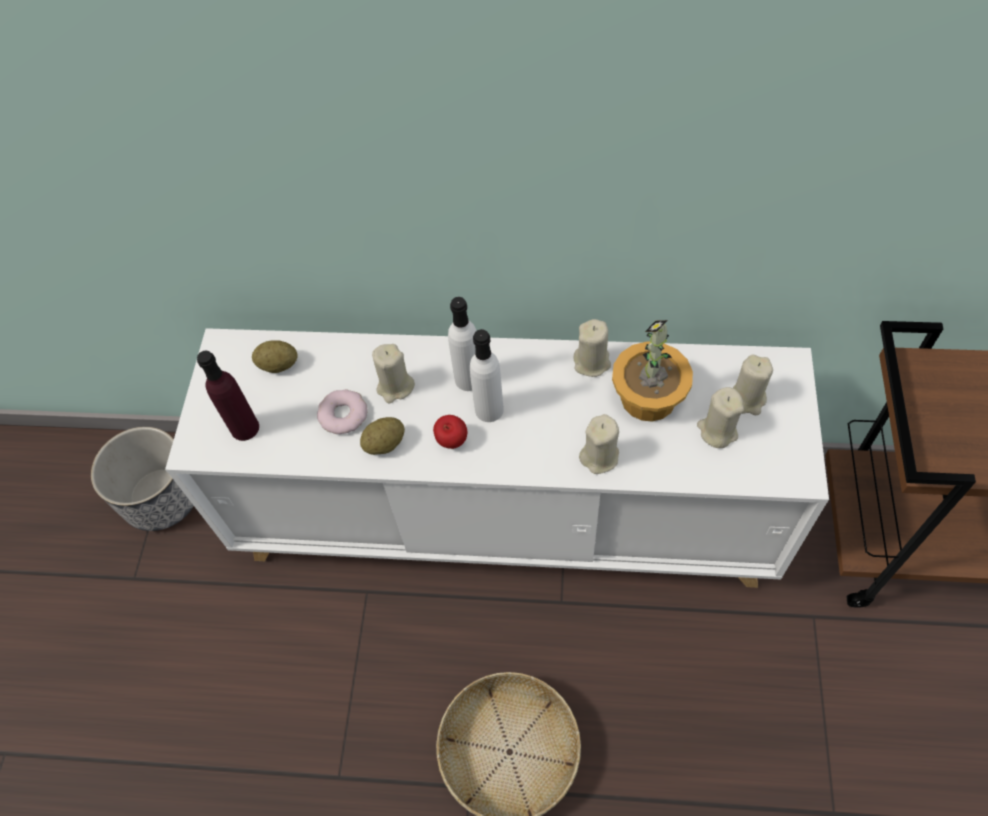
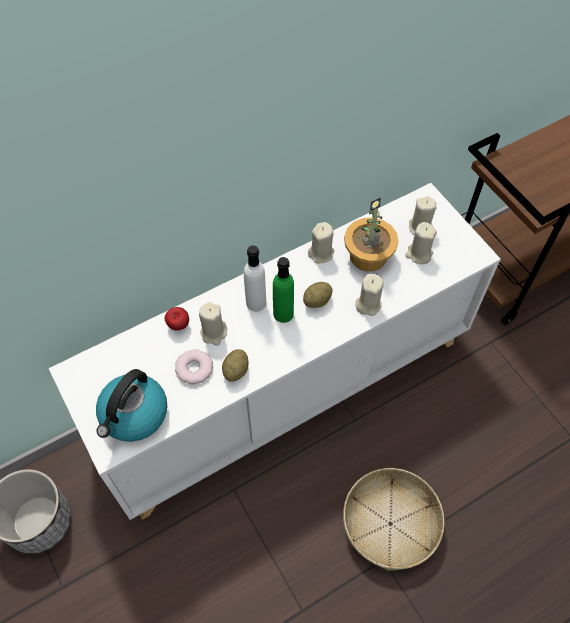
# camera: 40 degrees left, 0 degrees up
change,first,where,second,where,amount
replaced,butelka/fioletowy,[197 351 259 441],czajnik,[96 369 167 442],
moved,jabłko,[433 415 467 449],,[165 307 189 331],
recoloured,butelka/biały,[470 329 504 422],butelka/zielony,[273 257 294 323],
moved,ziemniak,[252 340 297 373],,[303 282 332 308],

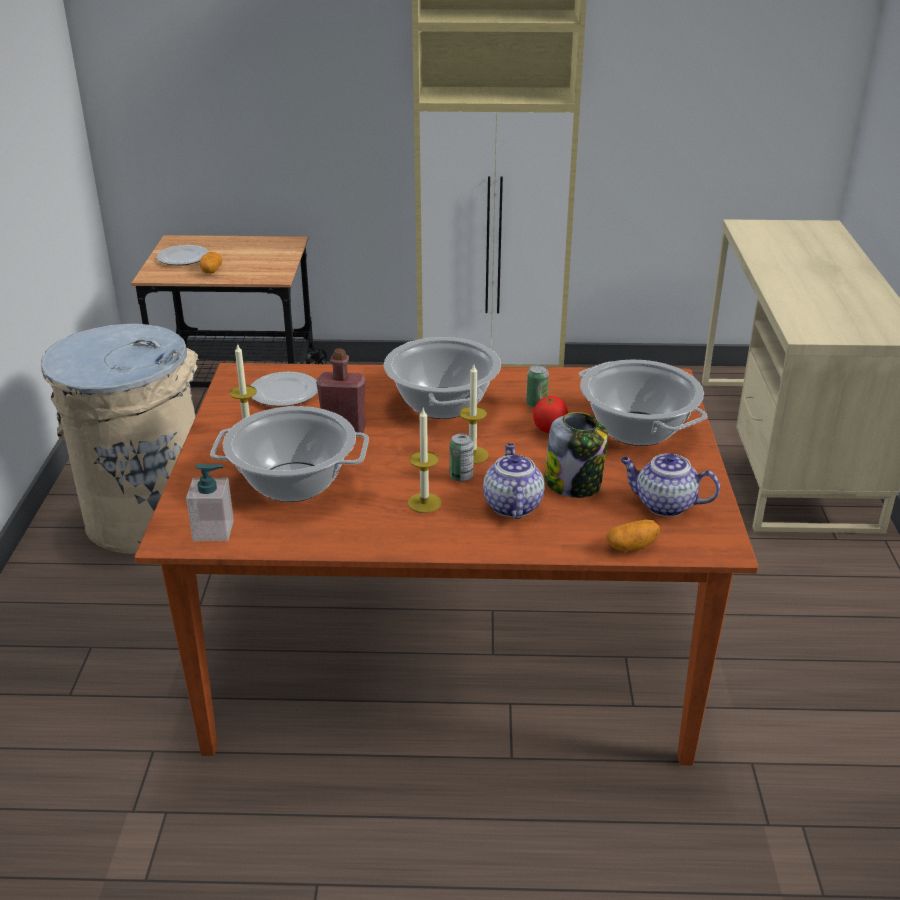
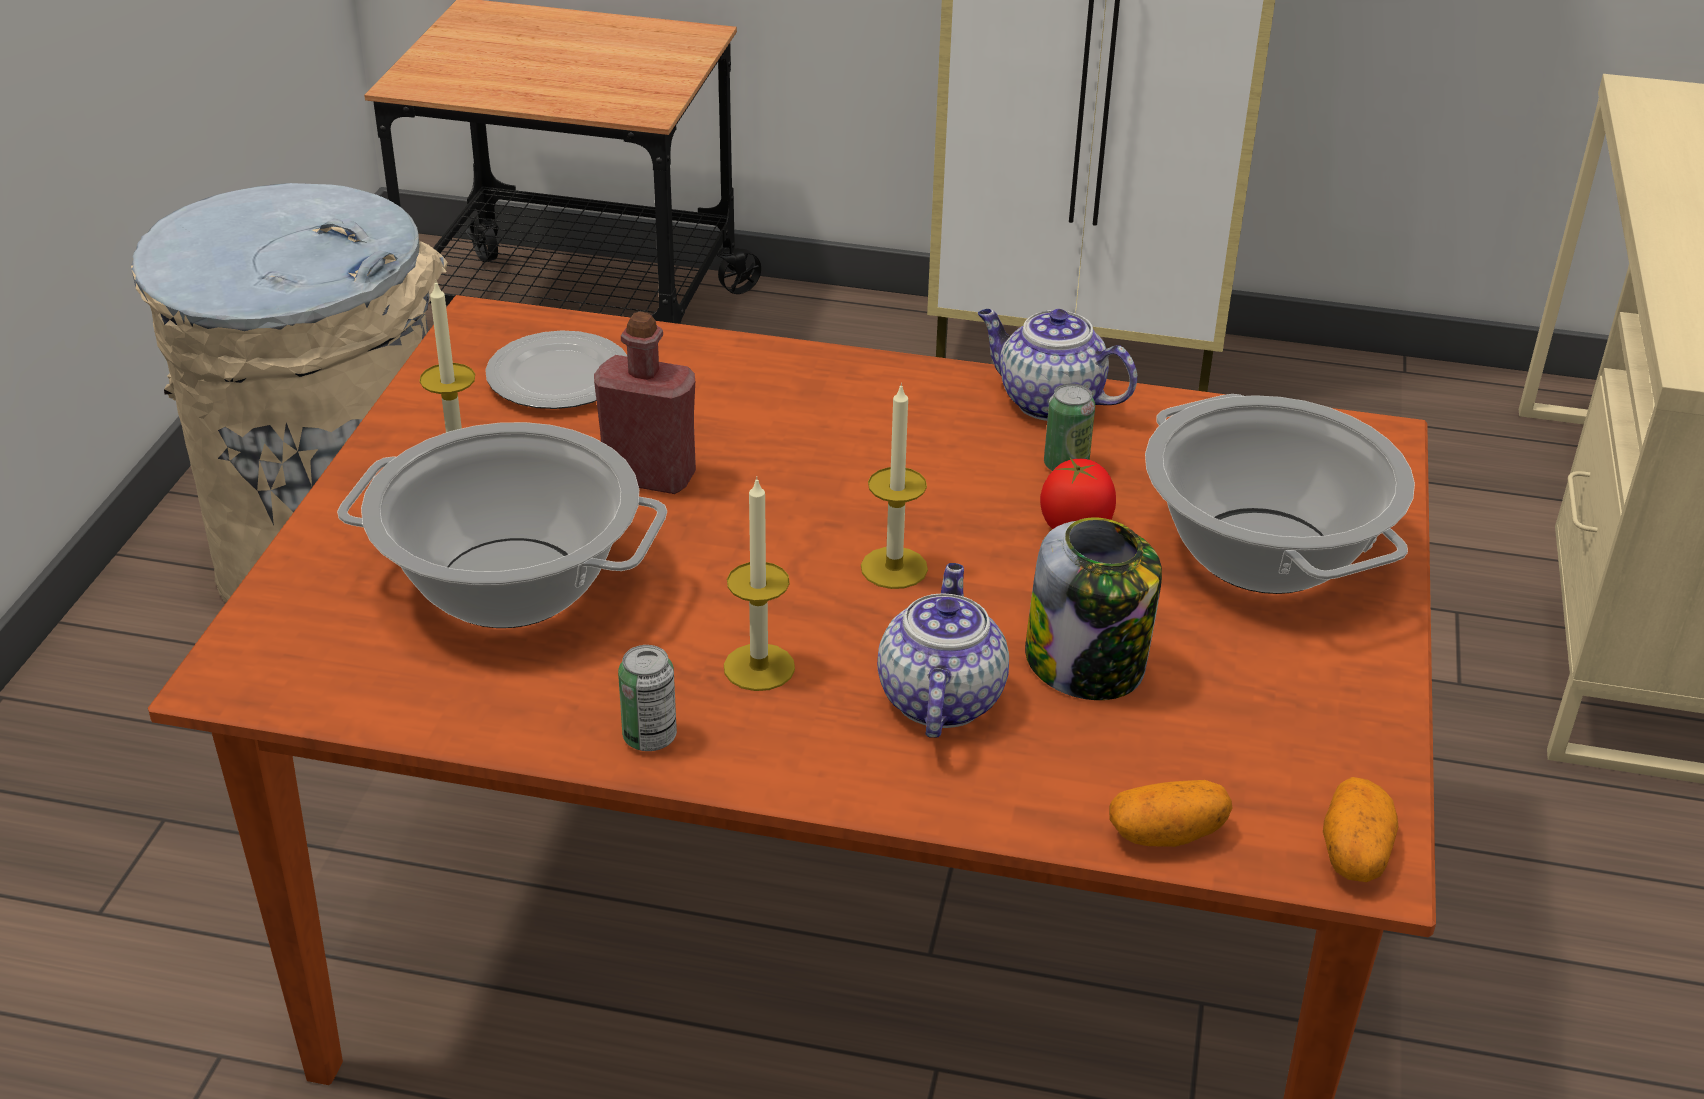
# camera: 10 degrees right, 5 degrees up
change,first,where,second,where,amount
moved,puszka,[449 434 474 482],,[618 645 677 751],
moved,imbryk,[620 453 720 517],,[978 309 1137 421],
moved,ziemniak,[200 252 222 274],,[1323 777 1398 882],
removed,talerz,[156 245 209 266],,,
removed,dozownik mydła,[186 464 234 541],,,
removed,garnek,[384 337 501 419],,,

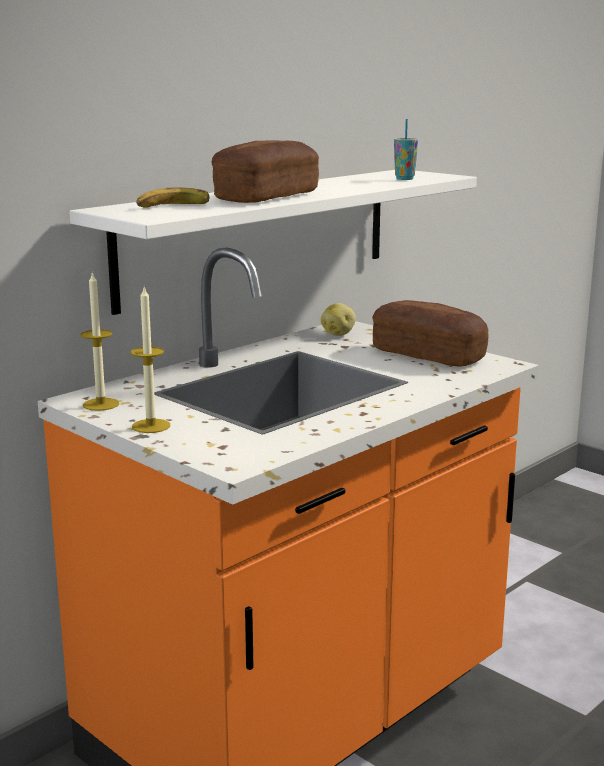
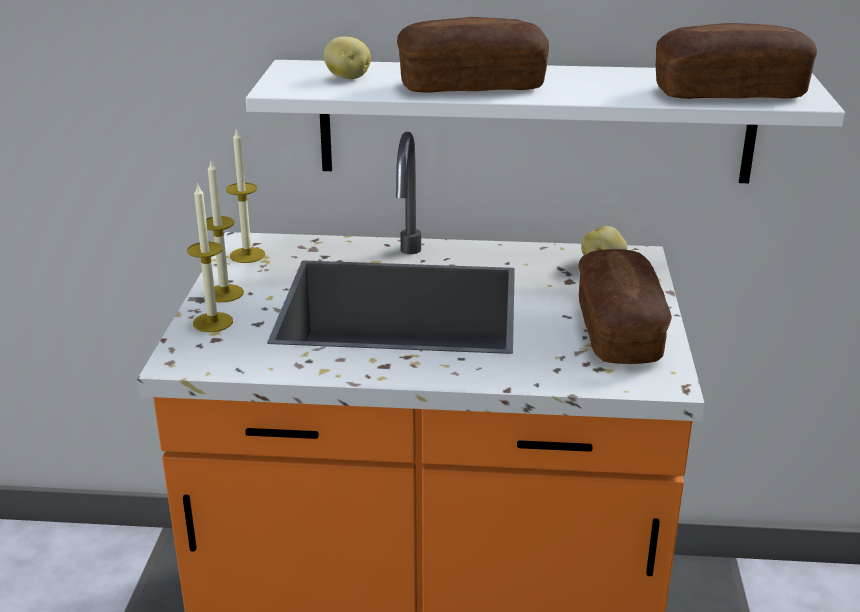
# camera: 50 degrees right, 10 degrees up
change,first,where,second,where,amount
added,,,świeca,[187 183 233 332],
replaced,banan,[136 187 210 208],ziemniak,[324 37 371 79],
replaced,filiżanka,[394 119 418 180],chleb,[656 23 817 99],

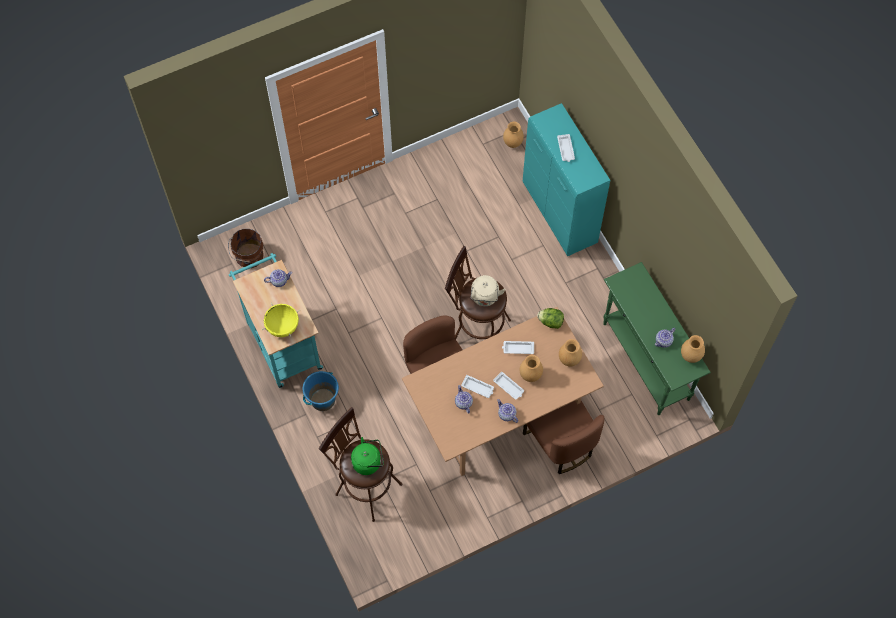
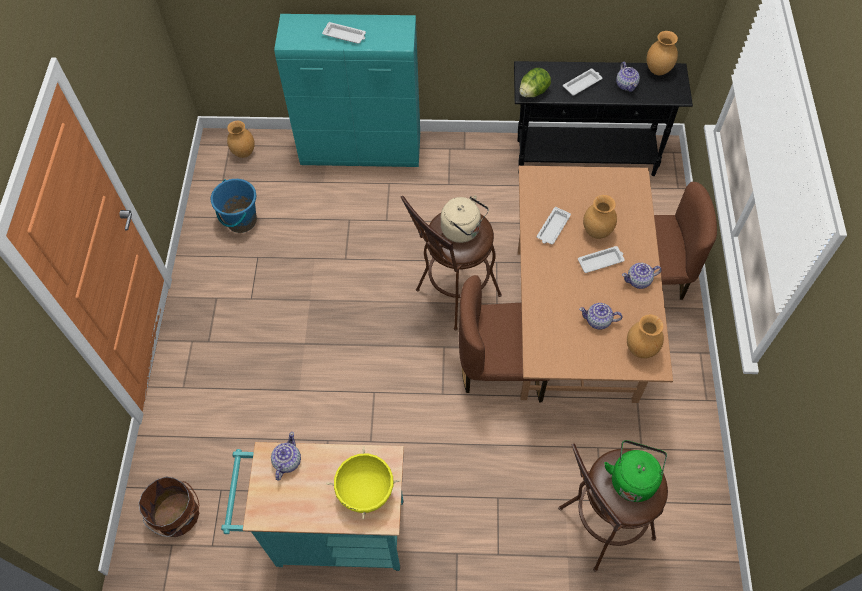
# camera: 60 degrees left, 5 degrees down
change,first,where,second,where,amount
moved,wiadro/niebieski,[303 371 339 411],,[211 179 257 233],
recoloured,stolik konsolowy/zielony,[603 262 711 415],stolik konsolowy/czarny,[514 61 693 176],
moved,sałata,[537 308 564 329],,[519 68 551 97],
moved,taca/biały,[461 375 494 398],,[563 69 602 95],
moved,wazon/brązowy,[559 339 582 366],,[627 315 664 358],

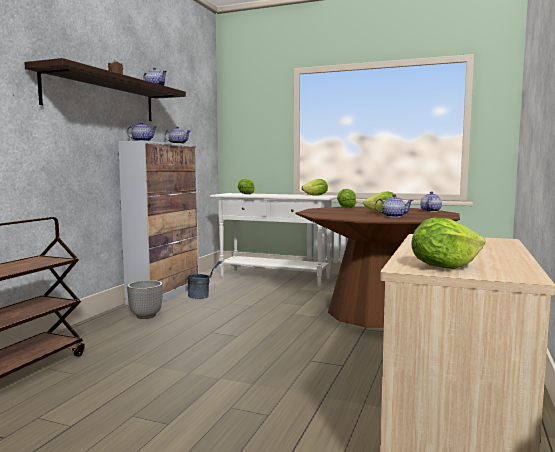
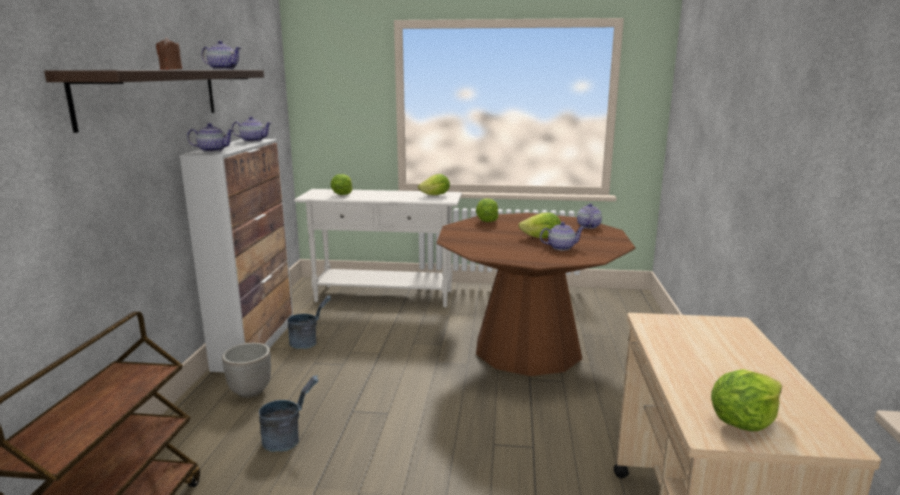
# camera: 15 degrees left, 10 degrees up
change,first,where,second,where,amount
added,,,wiadro/szary,[259 375 319 452],

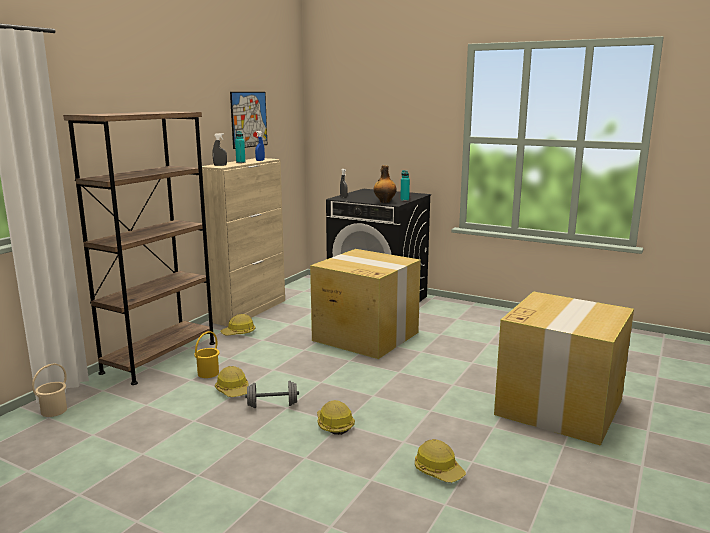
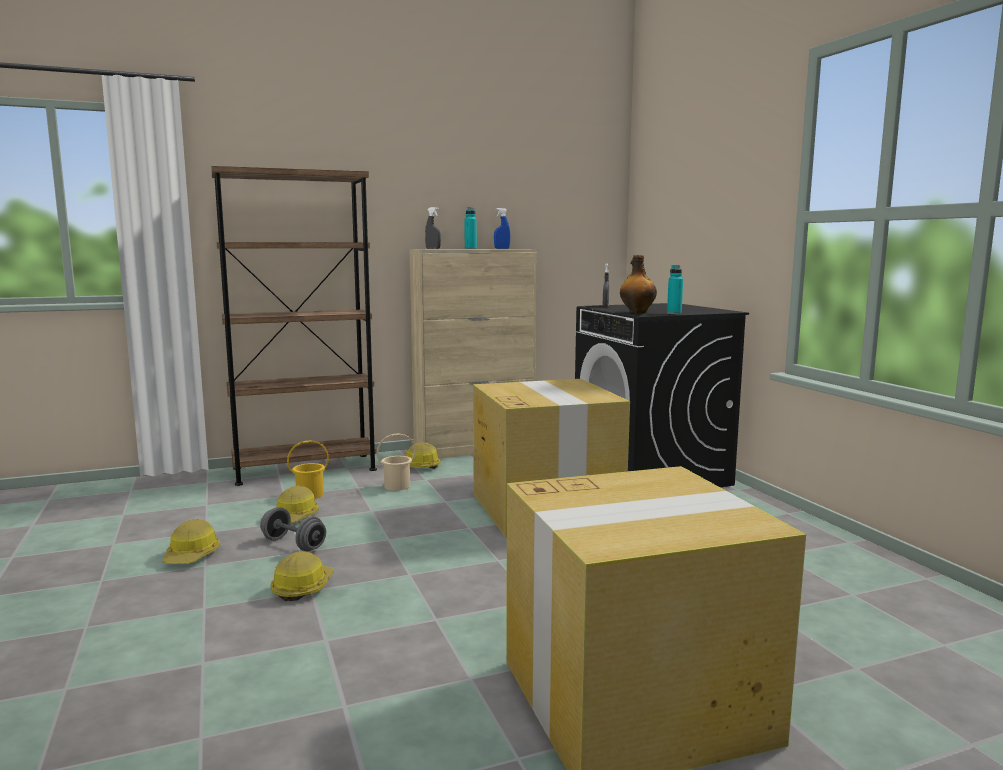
# camera: 40 degrees right, 5 degrees down
change,first,where,second,where,amount
moved,kask,[415 439 466 483],,[162 519 220 564],
moved,wiadro/beżowy,[32 363 67 417],,[377 433 416 491],
removed,obraz,[230 92 267 149],,,

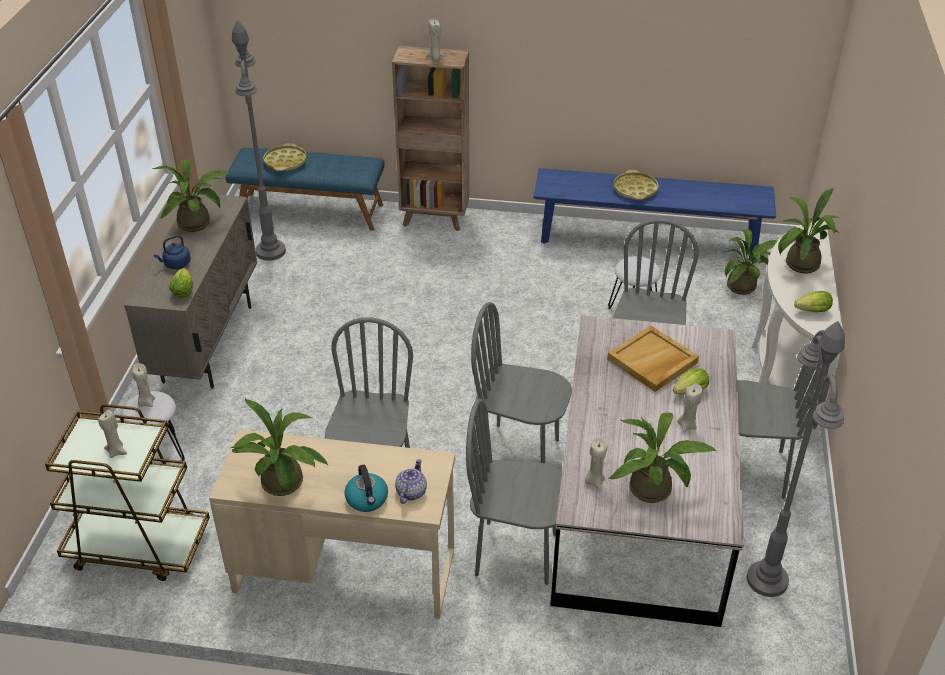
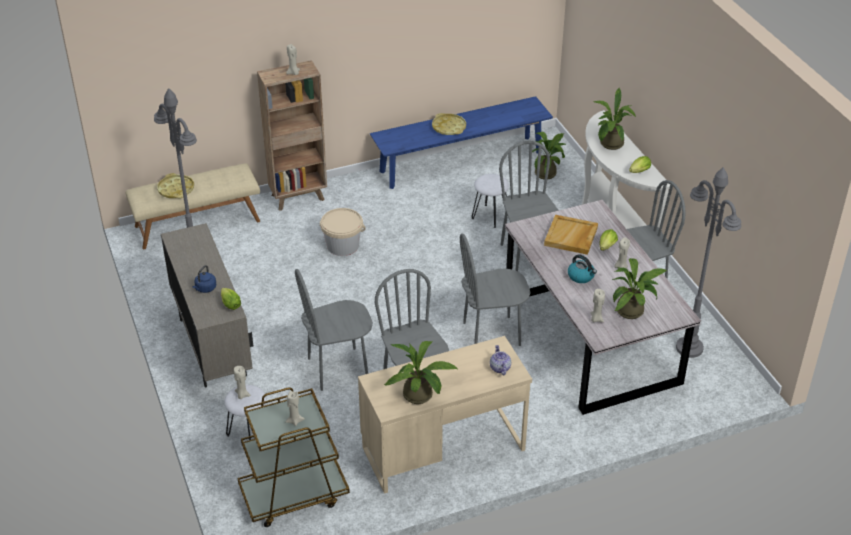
# camera: 30 degrees left, 0 degrees up
change,first,where,second,where,amount
recoloured,ławka/niebieski,[225 148 385 231],ławka/beżowy,[125 163 260 249],
moved,krzesło/szary,[466 399 562 585],,[295 269 373 391],
added,,,wiadro/beżowy,[320 208 366 256],
moved,czajnik,[344 465 388 512],,[568 254 597 283],
removed,roślina doniczkowa,[152 159 230 232],,,

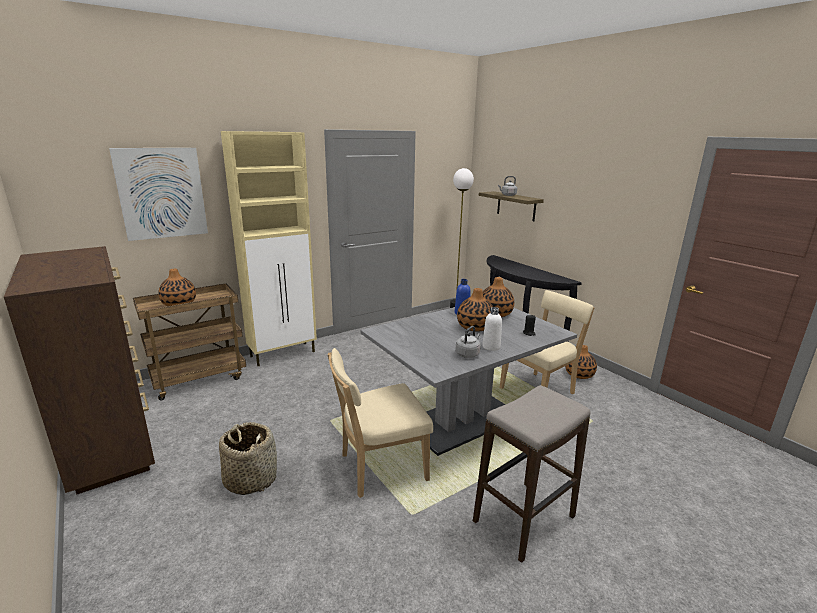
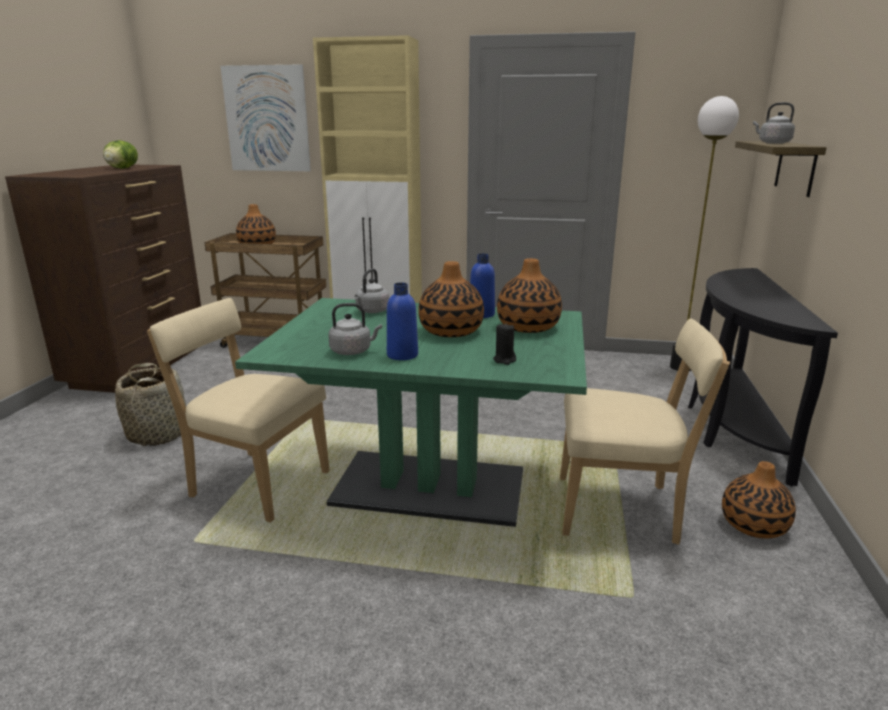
# camera: 45 degrees right, 0 degrees up
change,first,where,second,where,amount
added,,,sałata,[103 140 138 169],
recoloured,stół jadalny/szary,[360 307 577 456],stół jadalny/zielony,[235 298 587 527],
added,,,czajnik/szary,[355 269 389 313],
recoloured,butelka/biały,[482 307 502 351],butelka/niebieski,[387 283 418 360],
removed,stołek,[473 385 591 563],,,

